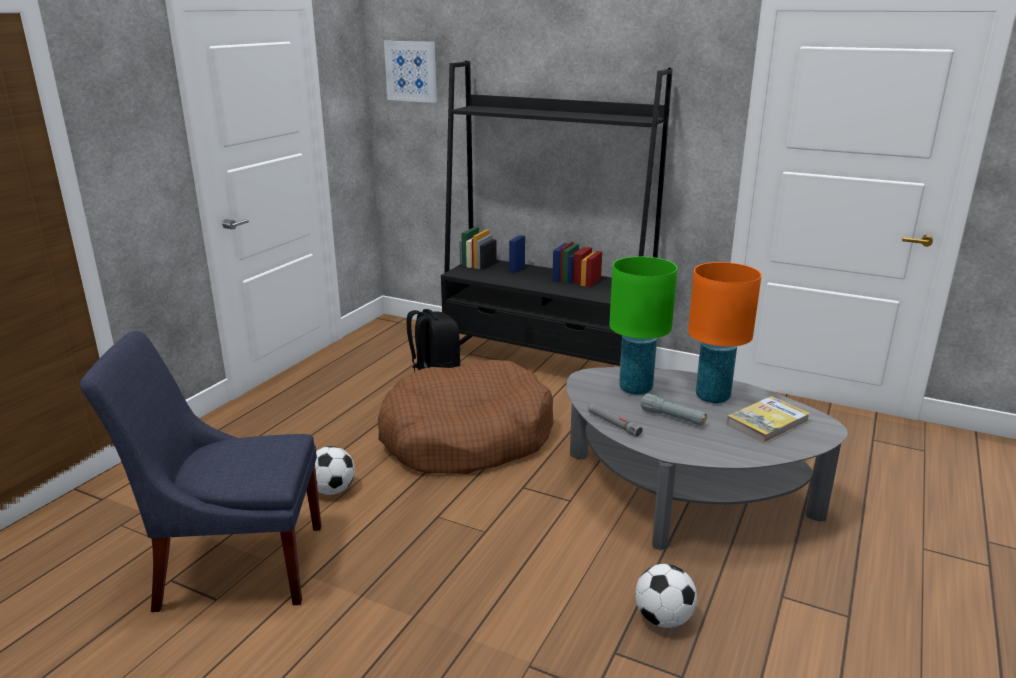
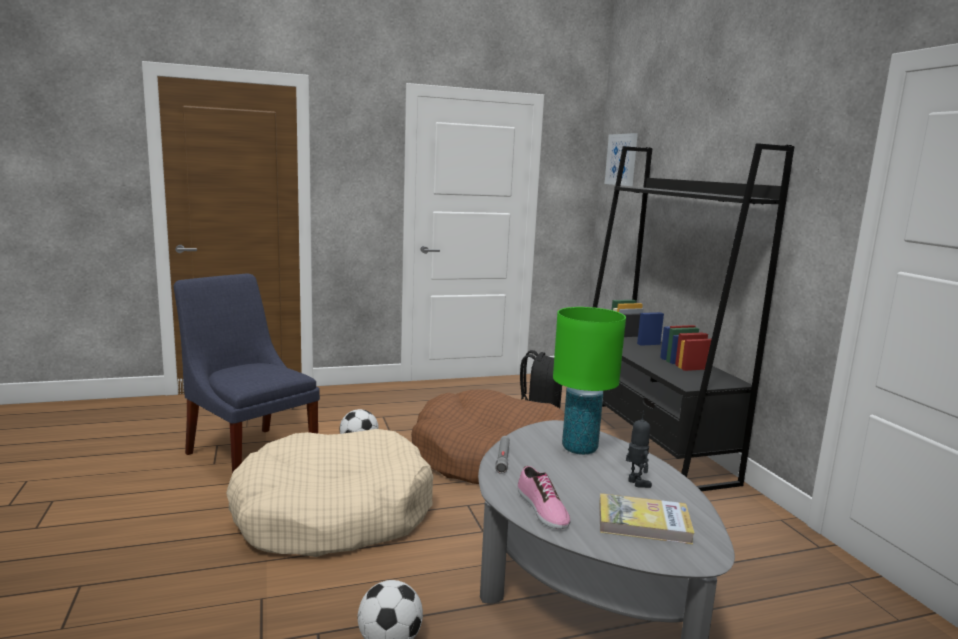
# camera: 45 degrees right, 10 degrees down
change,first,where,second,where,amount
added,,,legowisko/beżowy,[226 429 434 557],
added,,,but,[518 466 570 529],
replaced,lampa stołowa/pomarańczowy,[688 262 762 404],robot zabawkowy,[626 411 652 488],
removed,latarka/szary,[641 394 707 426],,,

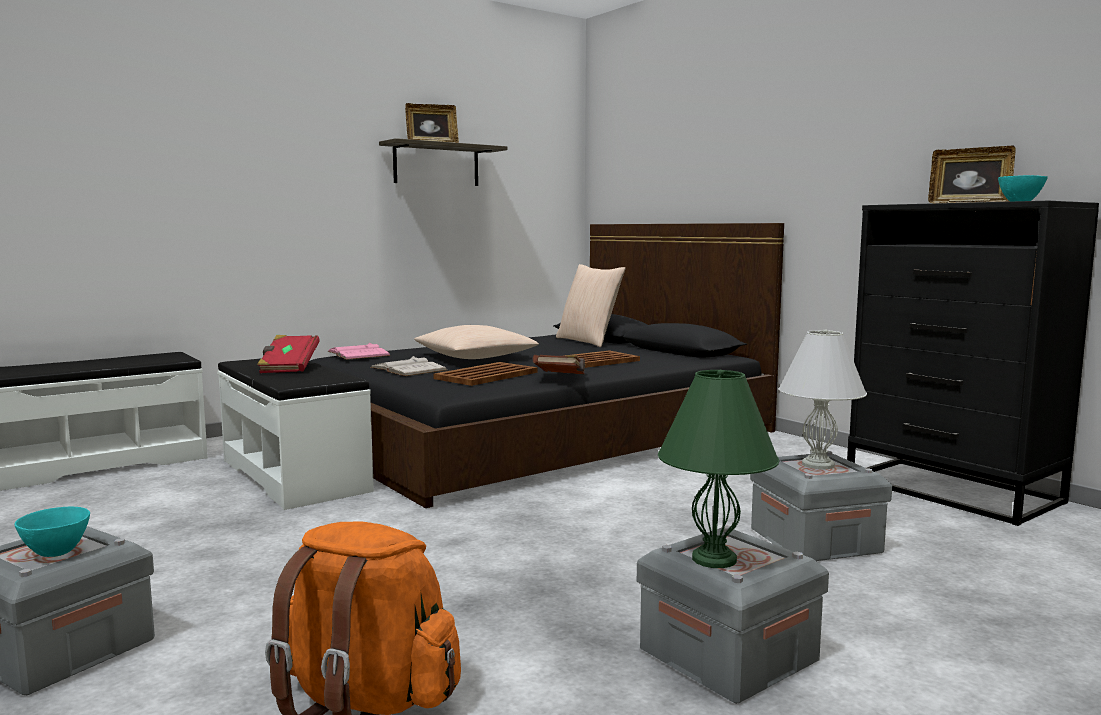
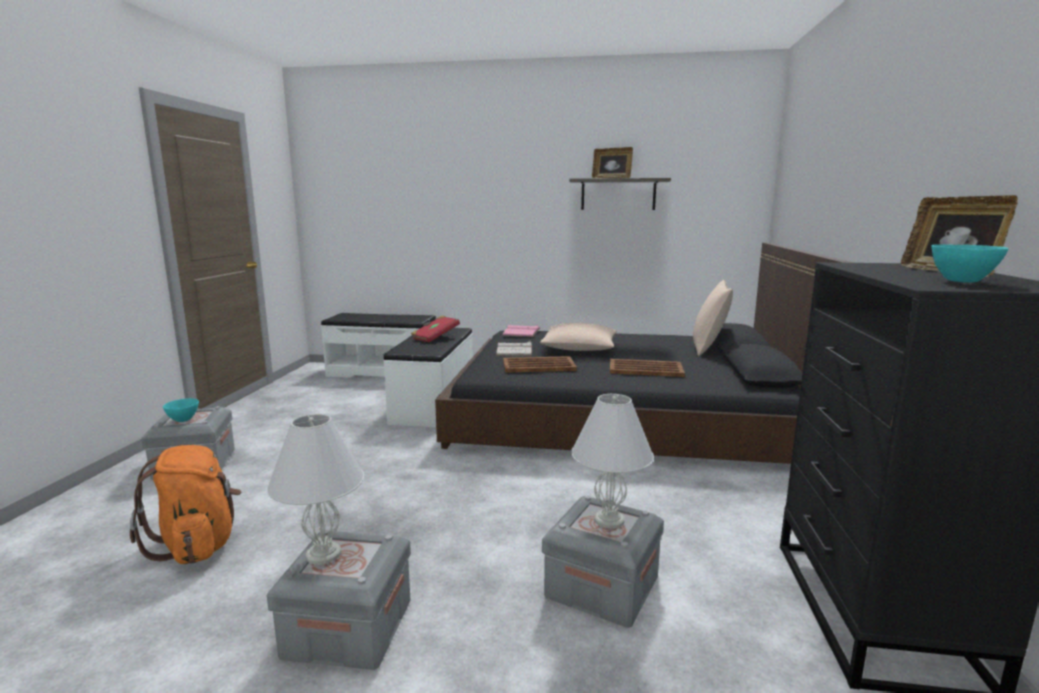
# camera: 45 degrees right, 5 degrees up
change,first,where,second,where,amount
recoloured,lampa stołowa/zielony,[658 370 779 568],lampa stołowa/biały,[267 414 364 565],
removed,książka/brązowy,[533 355 586 374],,,

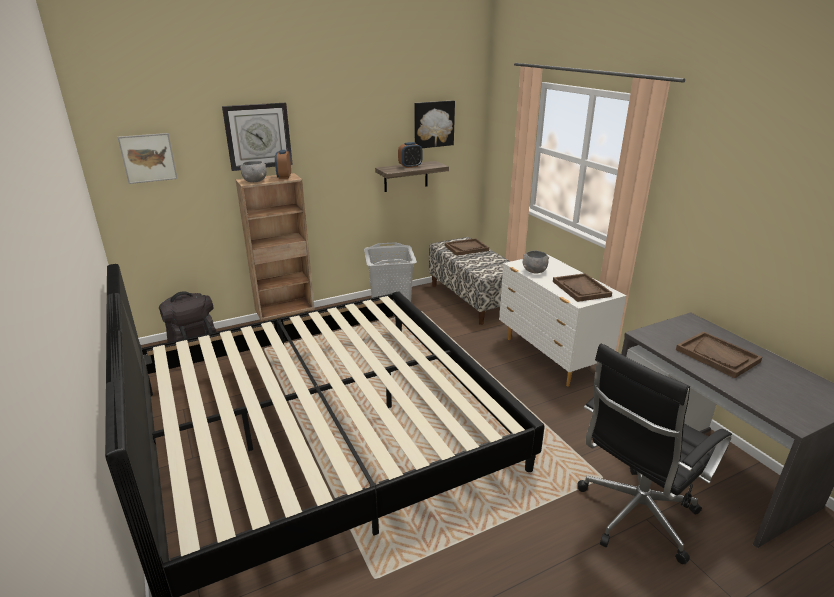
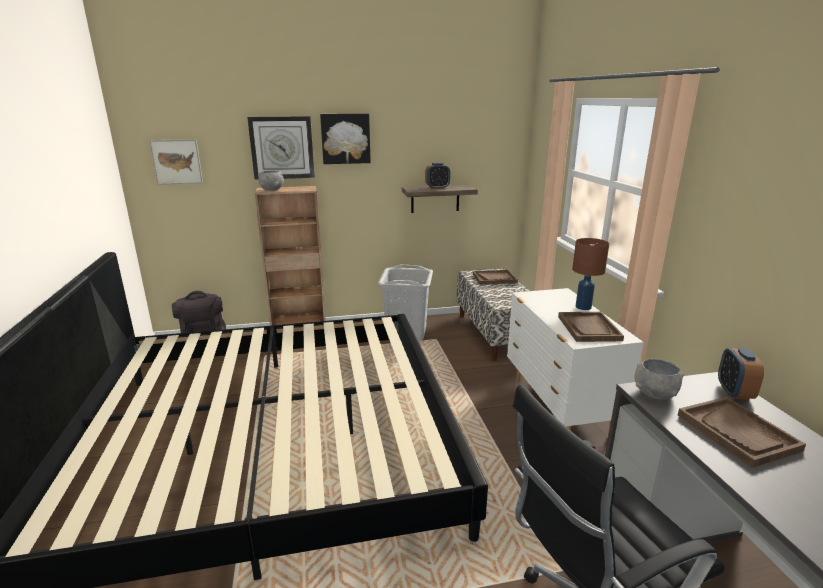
# camera: 15 degrees right, 5 degrees down
change,first,where,second,where,amount
moved,obraz,[415 100 455 148],,[320 114 371 164],
added,,,lampa stołowa/brązowy,[572 238 609 310],
moved,miska/szary,[523 250 549 273],,[634 359 684 399],
moved,budzik,[275 150 291 179],,[718 348 764 400],

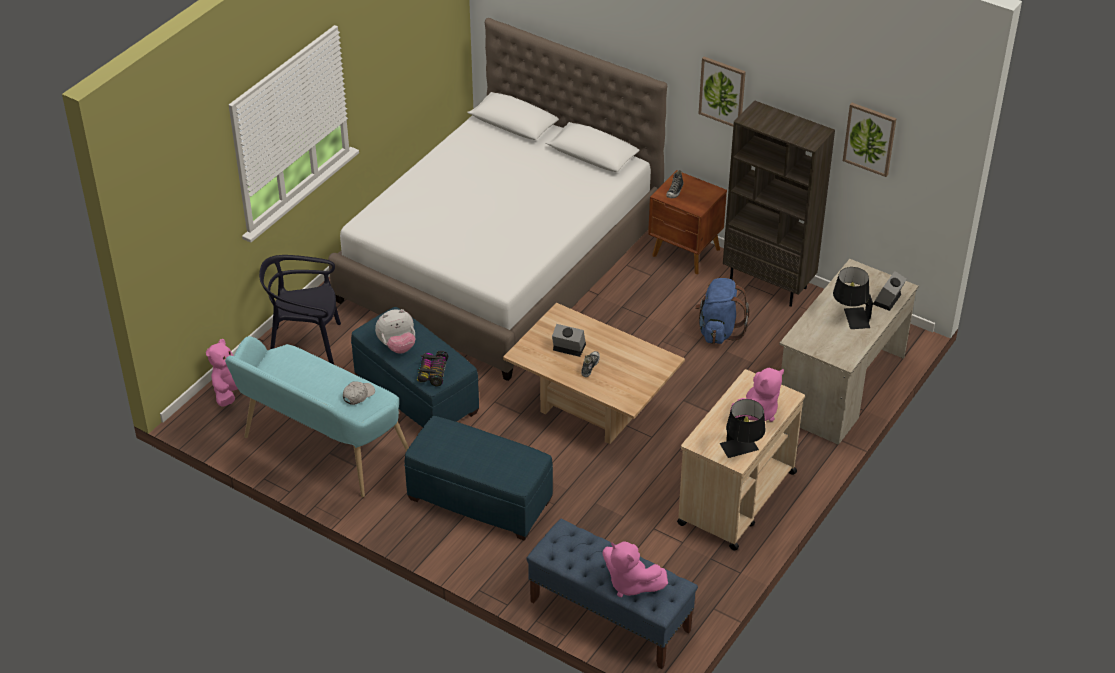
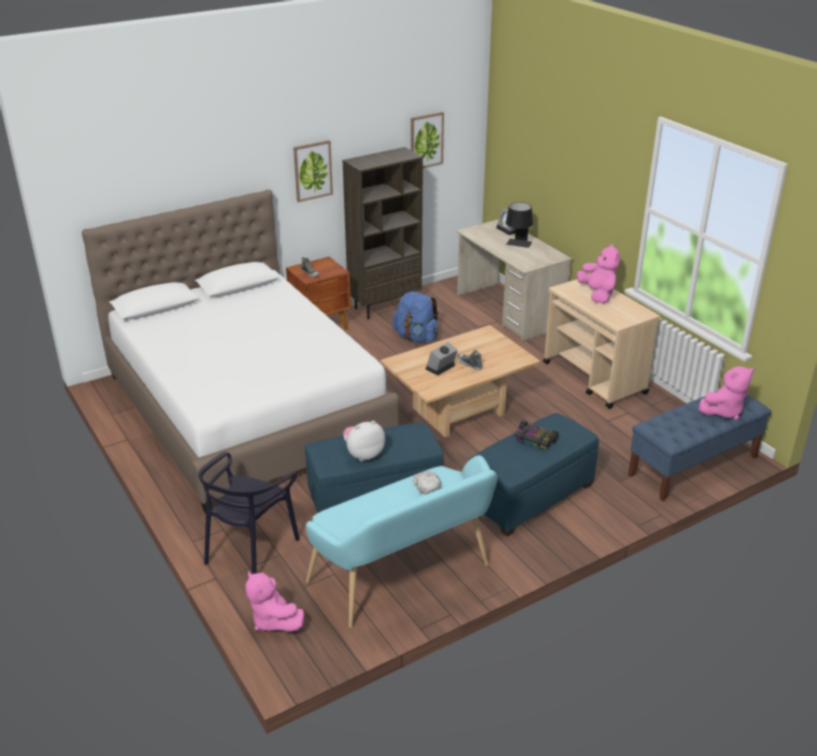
# camera: 65 degrees left, 10 degrees down
change,first,where,second,where,amount
turned,pluszak,[375 309 416 354],,[343 421 385 461],120 degrees counterclockwise
moved,samochodzik,[417 351 448 386],,[515 420 559 450],
removed,lampa stołowa/czarny,[720 399 766 458],,,

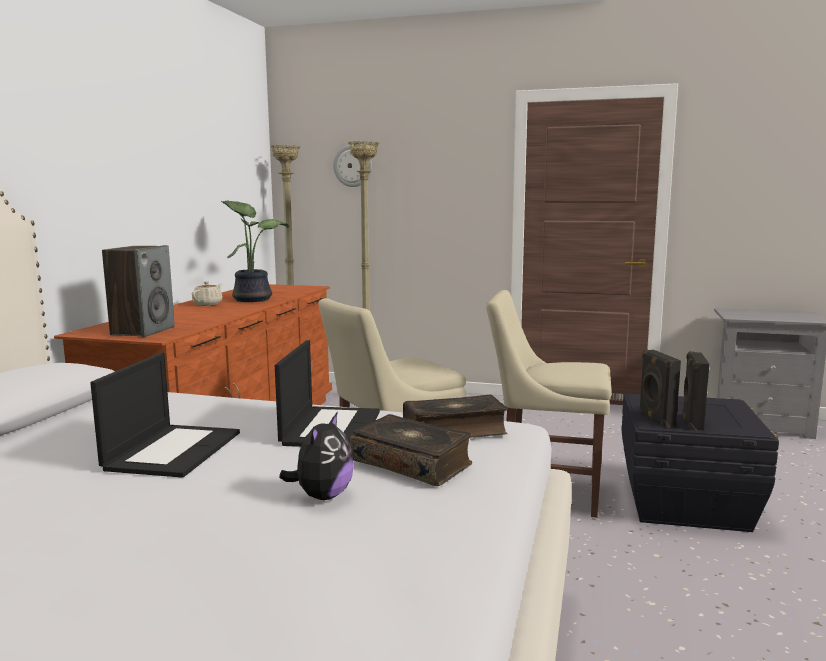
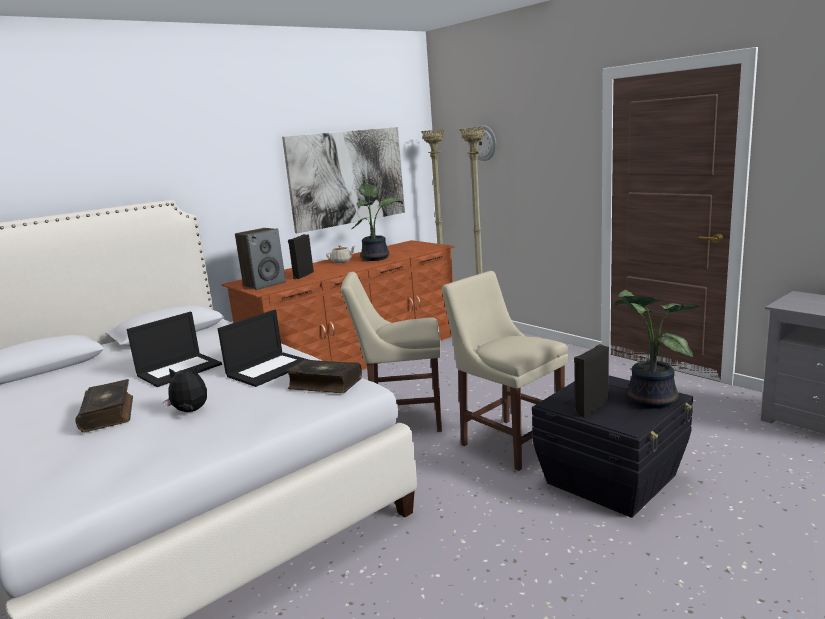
# camera: 35 degrees right, 5 degrees up
change,first,where,second,where,amount
moved,książka,[349 414 472 486],,[76 379 133 432],
turned,pluszak,[279 412 354 500],,[163 366 207 412],150 degrees counterclockwise
added,,,obraz,[282 127 405 233],
moved,głośnik/czarny,[639 349 681 428],,[288 234 314 279],
added,,,roślina doniczkowa,[615 290 700 408],

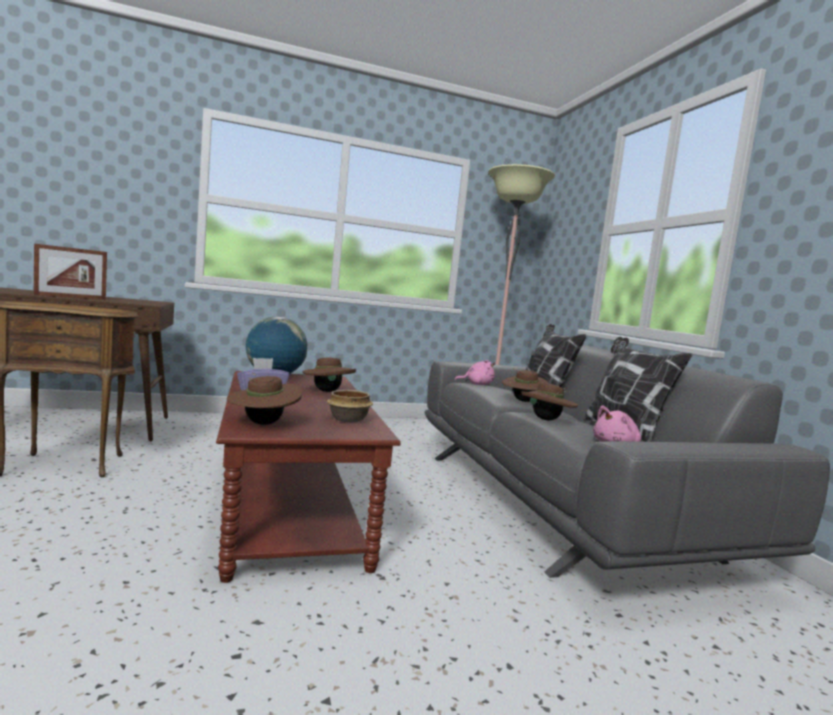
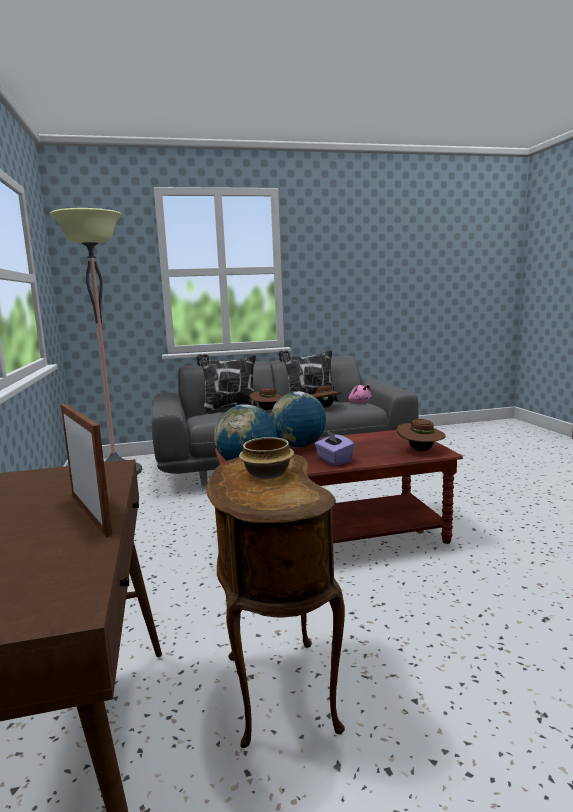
# camera: 85 degrees left, 5 degrees up
change,first,where,second,where,amount
moved,miska,[327 390 373 422],,[239 437 294 479],
replaced,kapelusz/brązowy,[302 356 356 392],globus,[271 391 326 448],
removed,pluszak/różowy,[455 360 495 385],,,

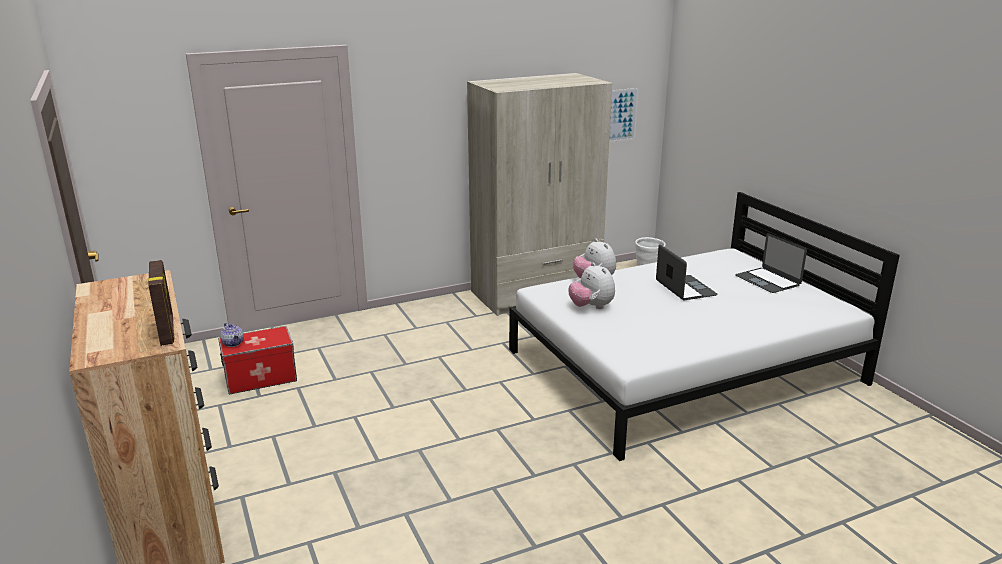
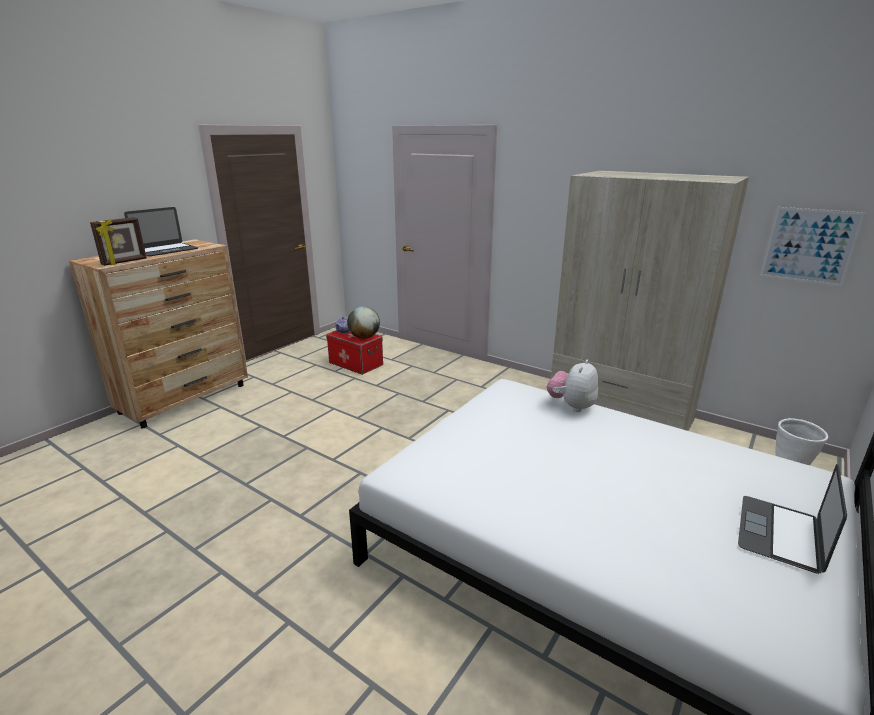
# camera: 60 degrees right, 0 degrees up
change,first,where,second,where,amount
moved,laptop,[656 244 718 300],,[124 207 198 256],
added,,,globus,[347 306 380 339],
removed,pluszak,[568 262 615 309],,,

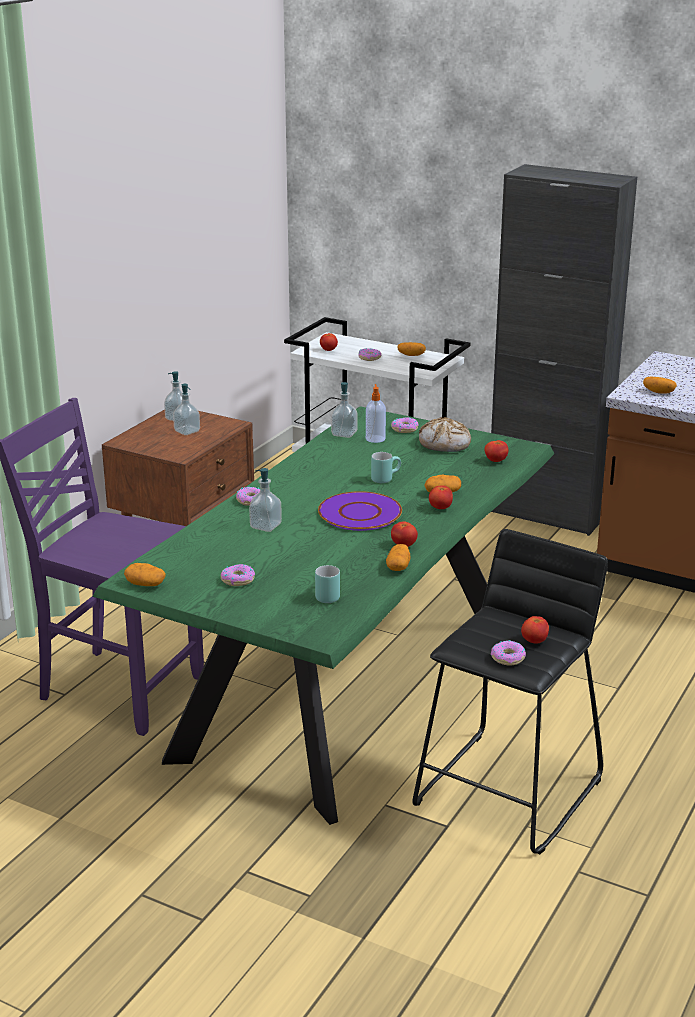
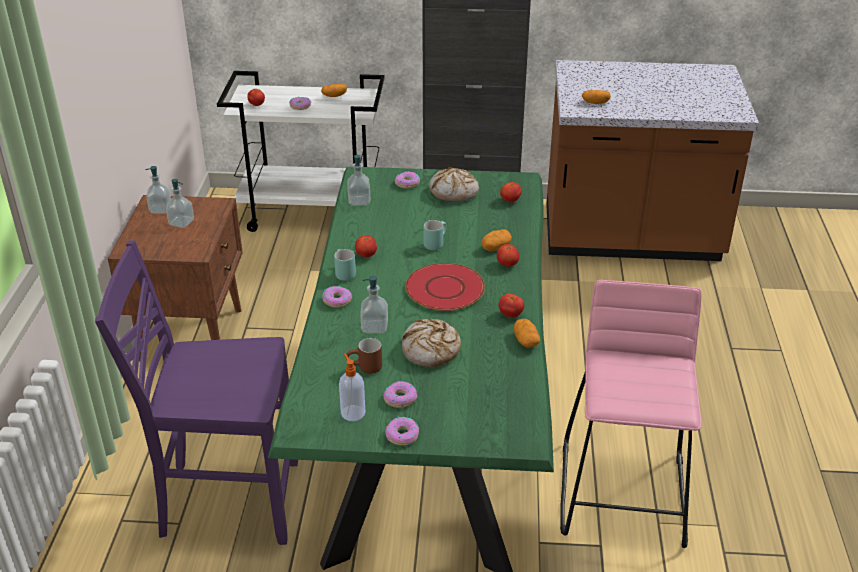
# camera: 25 degrees left, 10 degrees up
change,first,where,second,where,amount
moved,kubek/turkusowy,[315 565 340 603],,[334 249 356 281],
moved,dozownik mydła,[366 384 386 443],,[339 353 365 421],
added,,,kubek/brązowy,[346 338 382 374],
moved,pomidor,[521 616 549 644],,[355 235 377 257],
moved,donut,[491 640 526 665],,[385 417 419 445],
added,,,chleb,[402 319 461 367],
recoloured,talerz/fioletowy,[318 491 402 531],talerz/czerwony,[405 263 485 311],
recoloured,stołek/czarny,[412 529 608 855],stołek/różowy,[560 280 702 548],
removed,ziemniak,[124 563 166 586],,,

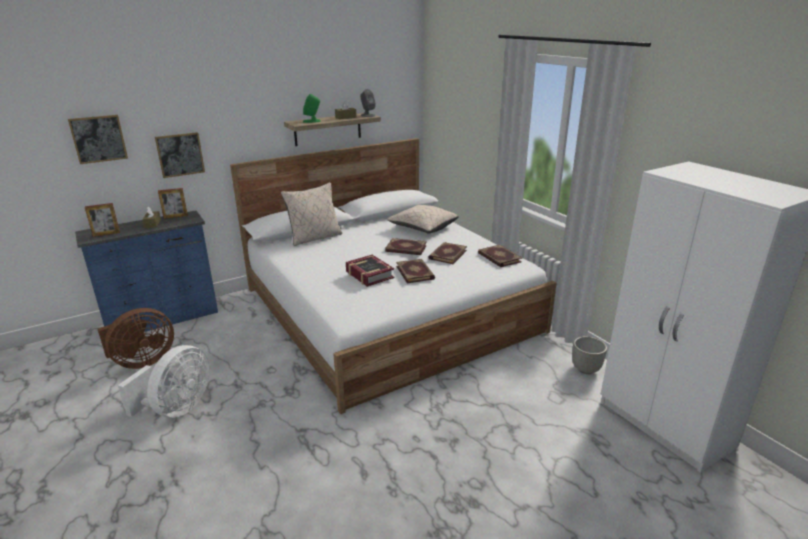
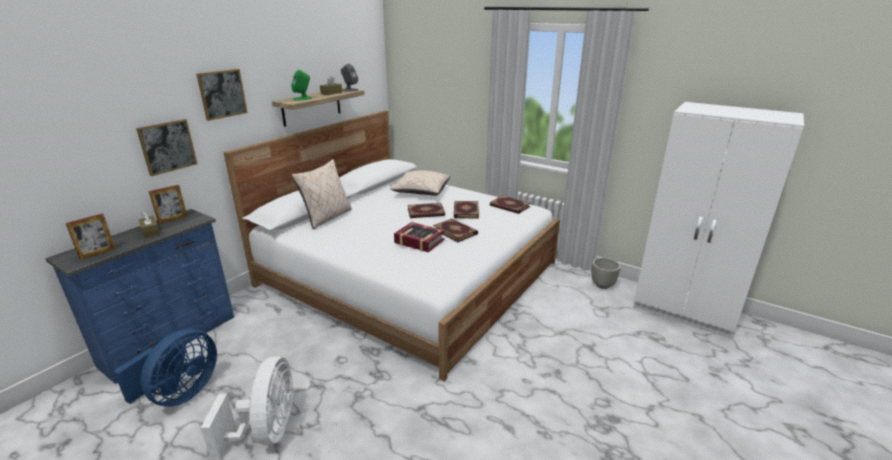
# camera: 25 degrees left, 0 degrees up
change,first,where,second,where,amount
recoloured,wentylator/brązowy,[98 308 174 369],wentylator/niebieski,[114 329 217 407],
moved,obraz,[68 115 128 164],,[196 69 248 121],

